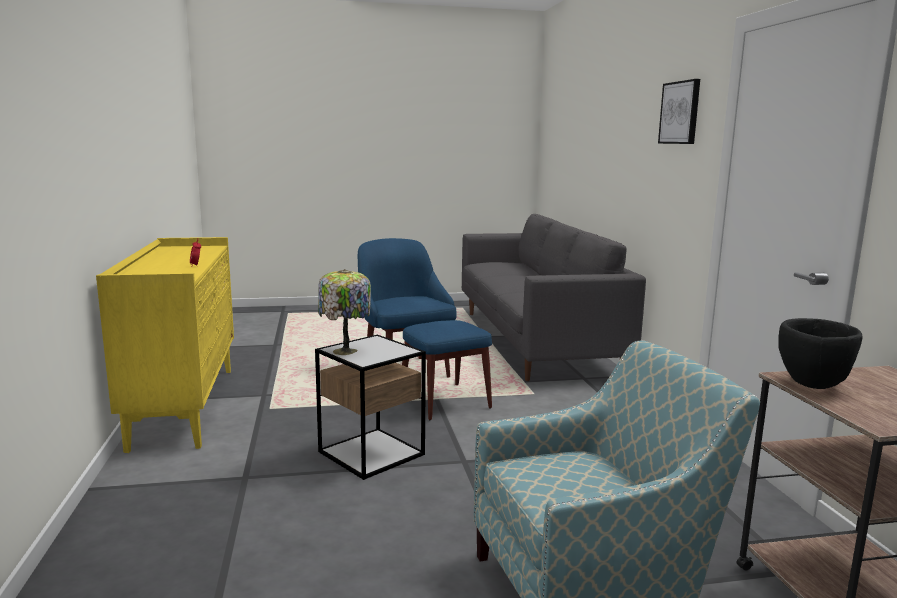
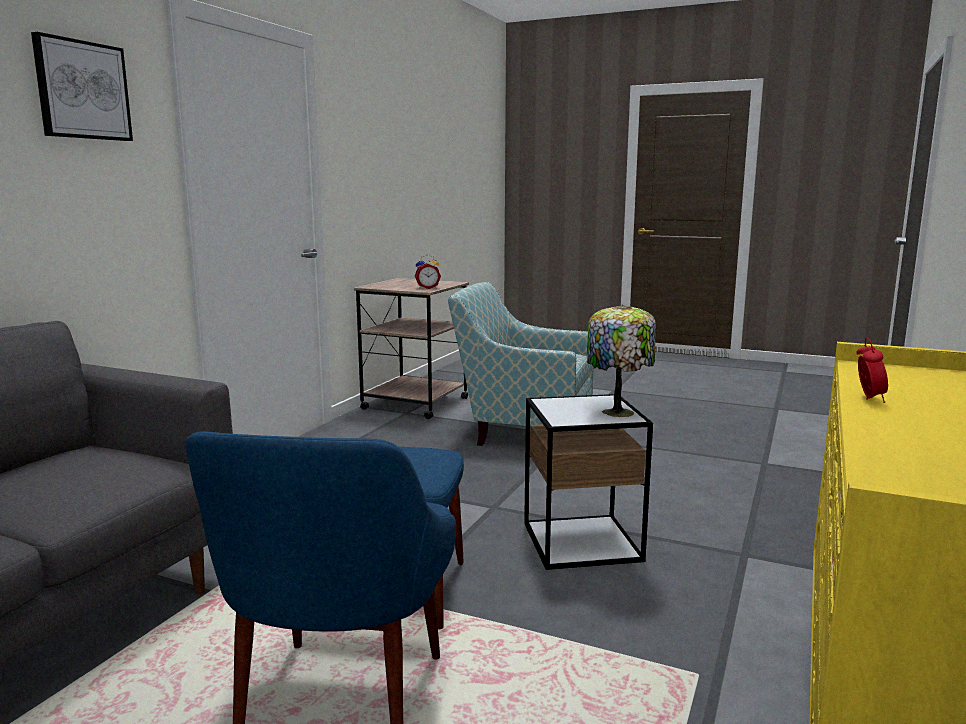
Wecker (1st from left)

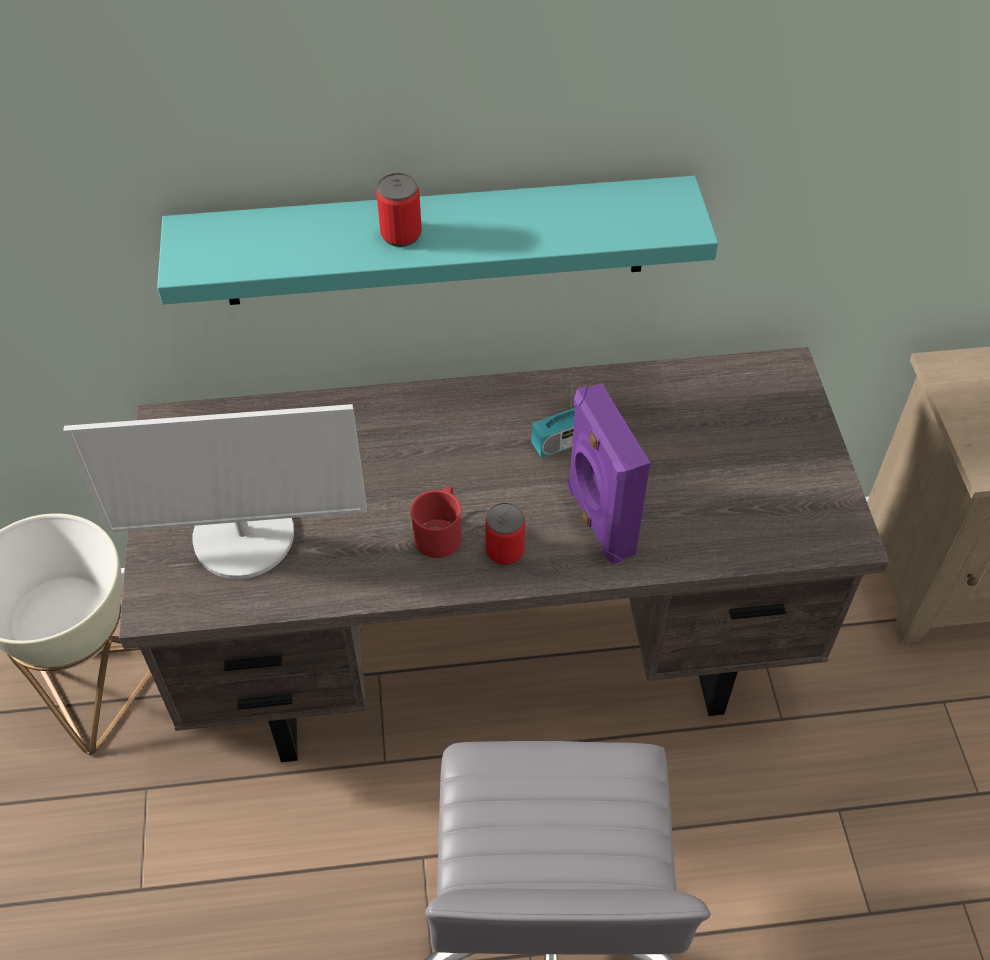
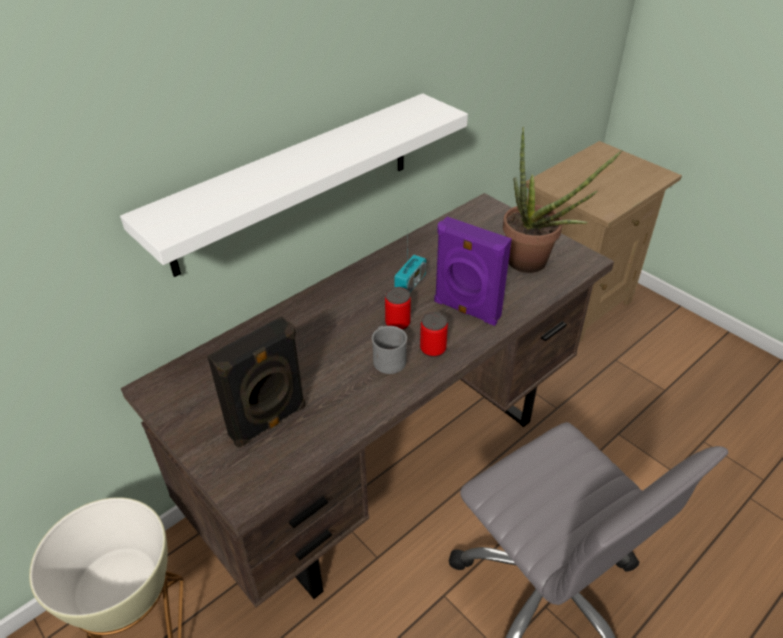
Topfpflanze; Dose (1st from left); Lautsprecher [schwarz]; Wandregal [weiß]; Henkelbecher [grau]

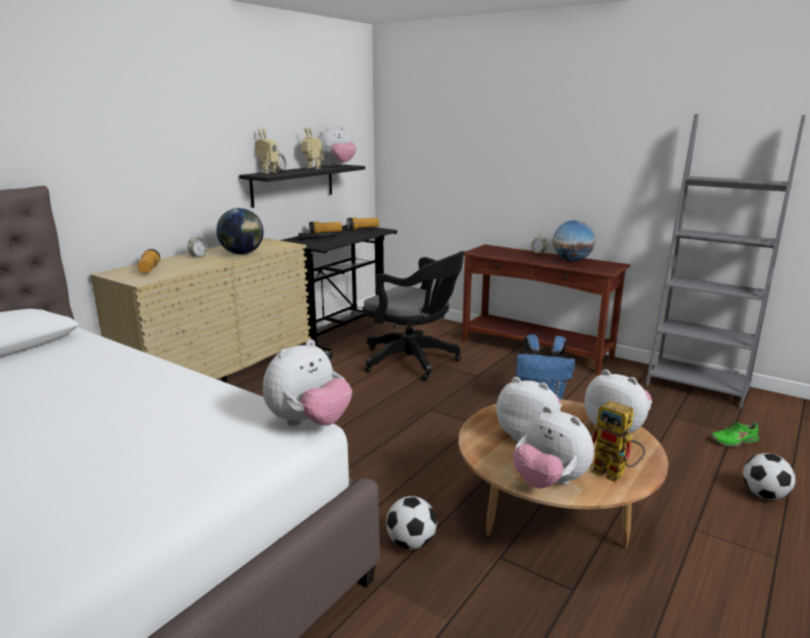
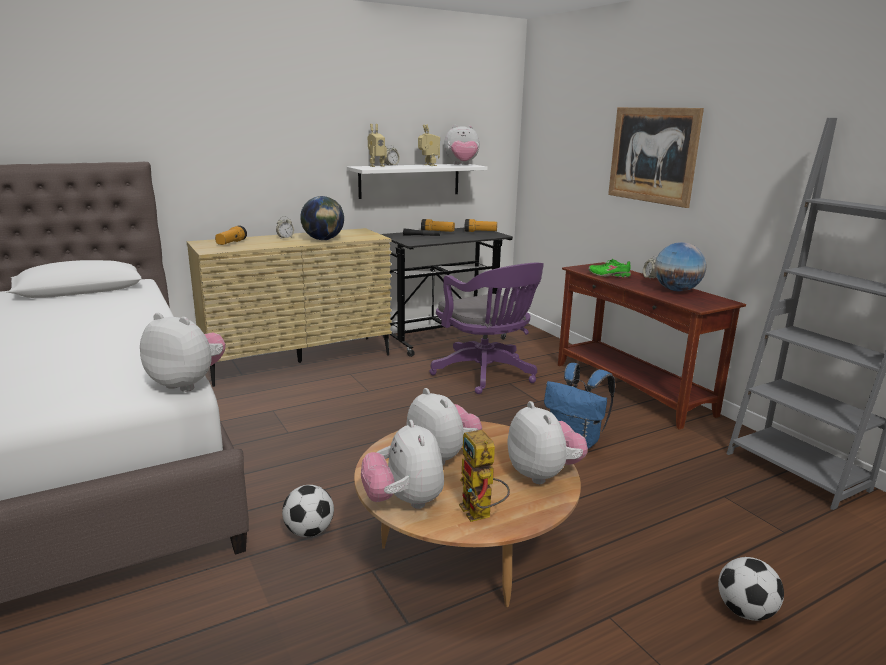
Bild; Schuh [grün]; Wandregal [weiß]; Bürostuhl [lila]; Plüschtier (1st from left)

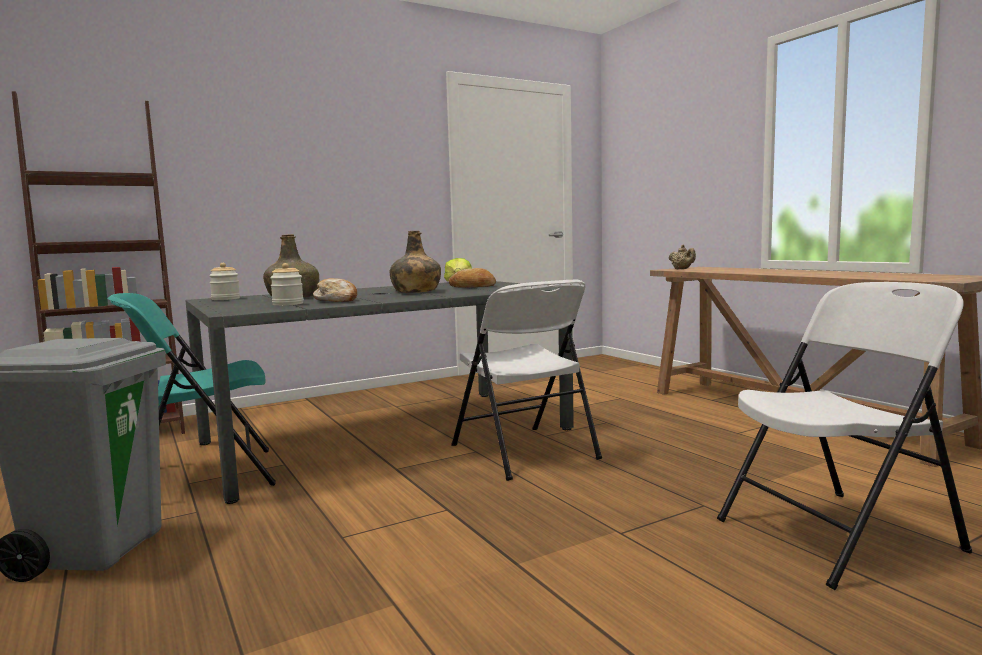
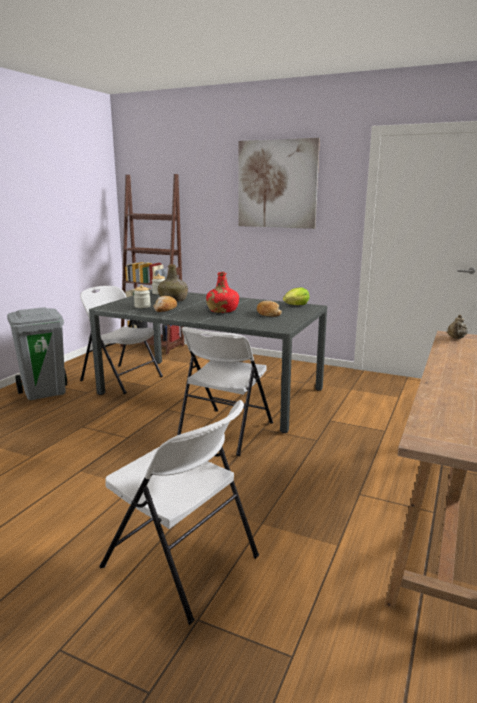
Bild; Stuhl [weiß] (1st from left); Flasche [rot]

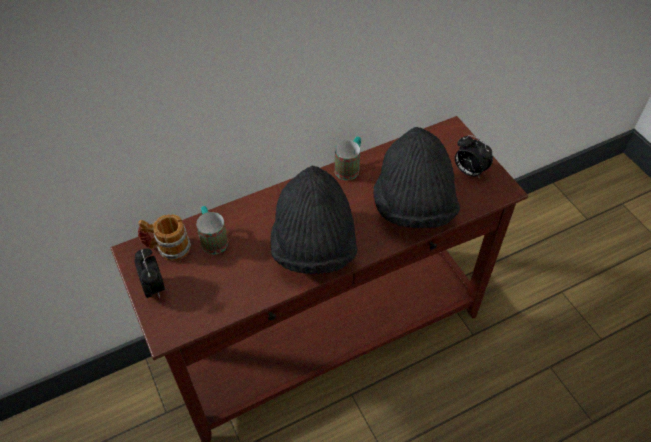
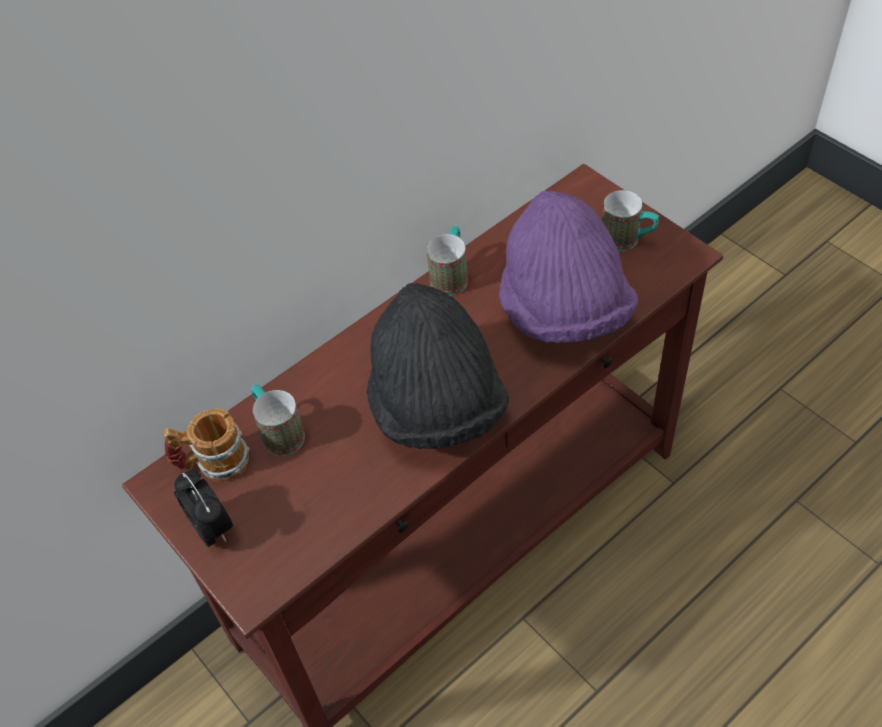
Henkelbecher (4th from left); Hut [lila]

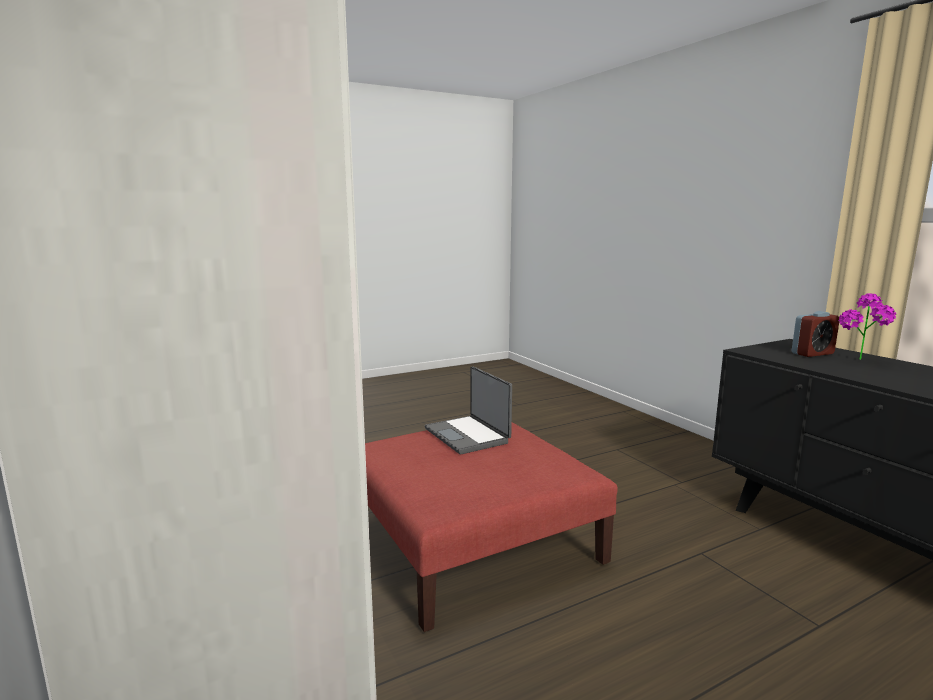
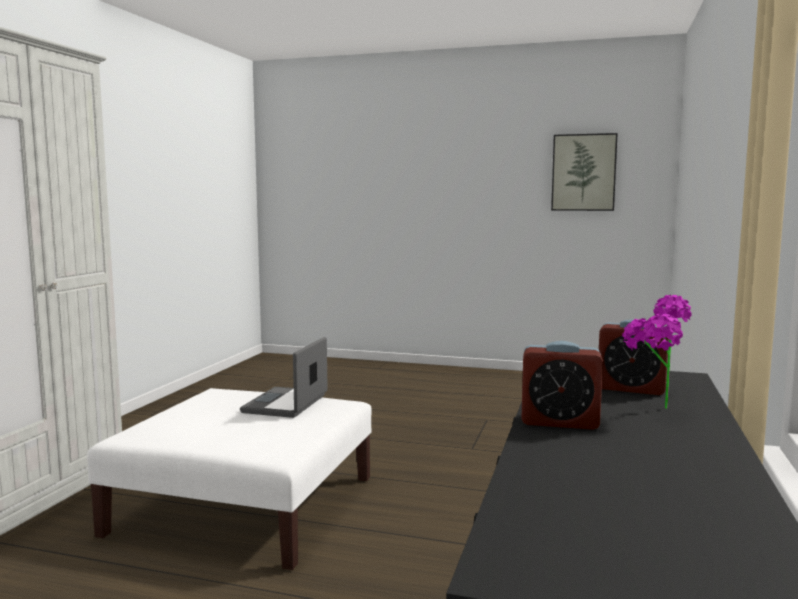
Wecker (1st from left); Bild; Polsterhocker [weiß]

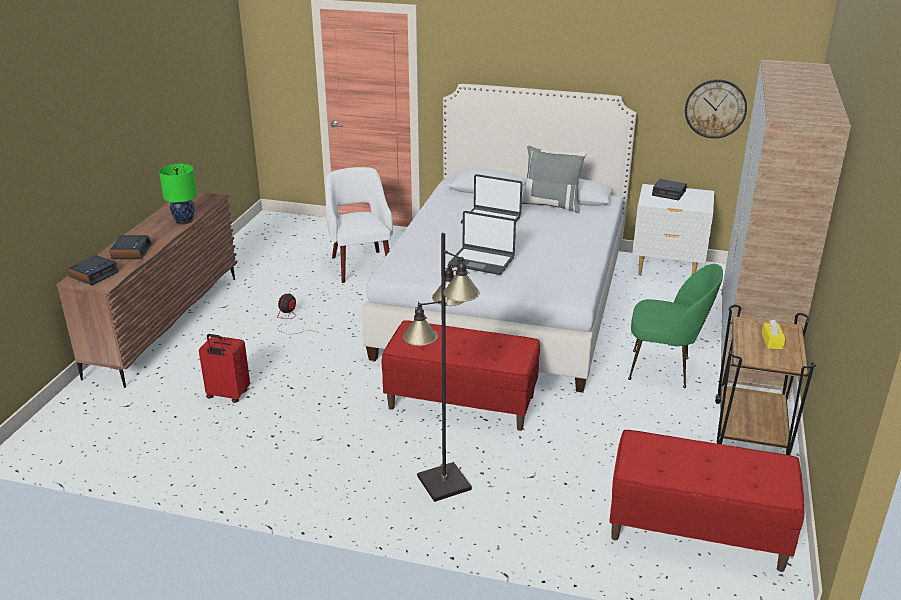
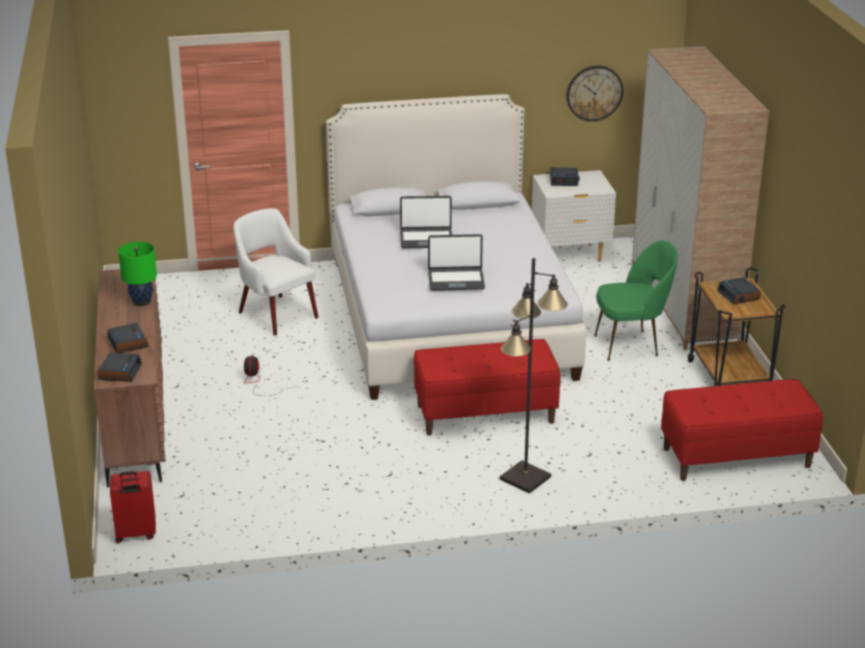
Kissen [grau]; Koffer [rot]; Wecker (4th from left)

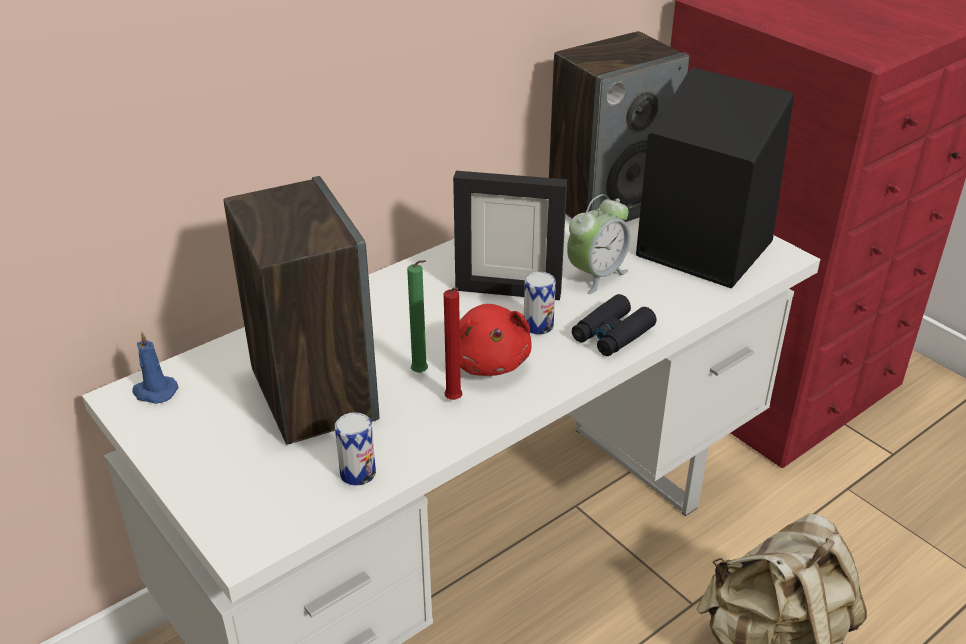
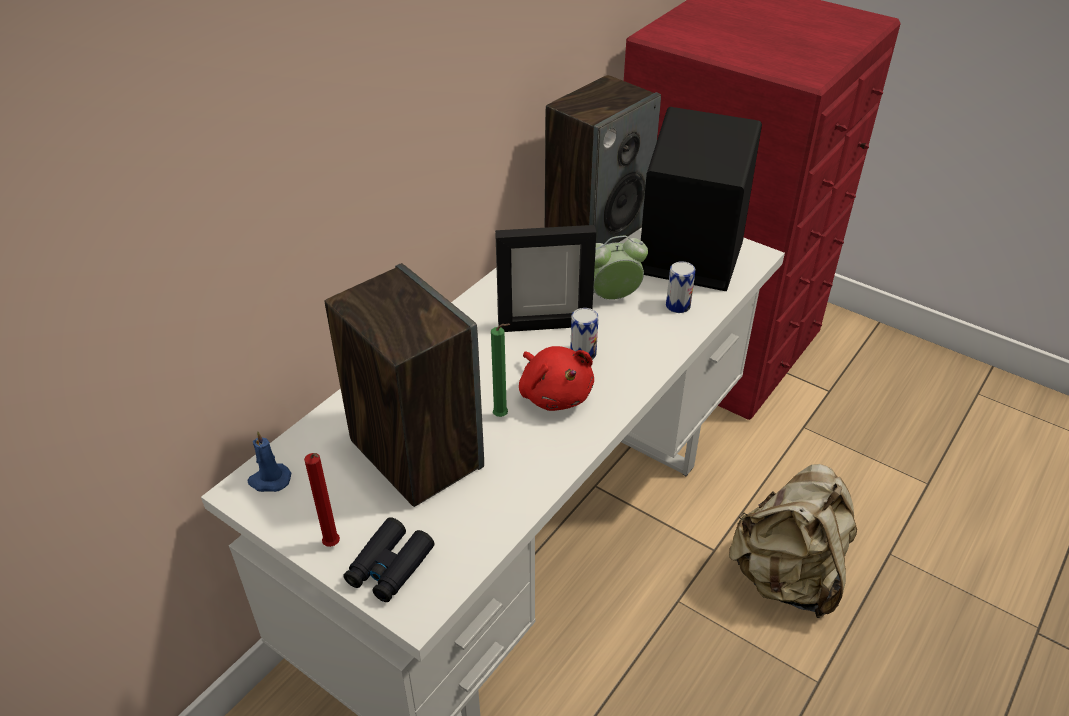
Dose (2nd from left); Kerze [rot]; Fernglas [schwarz]; Wecker

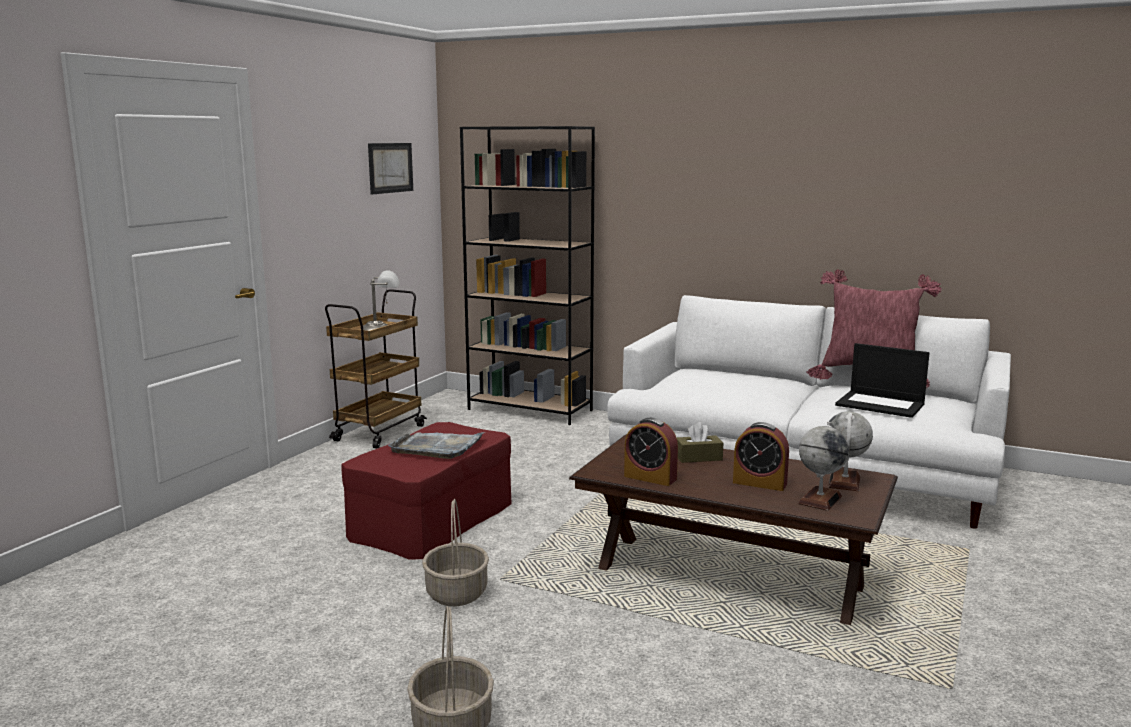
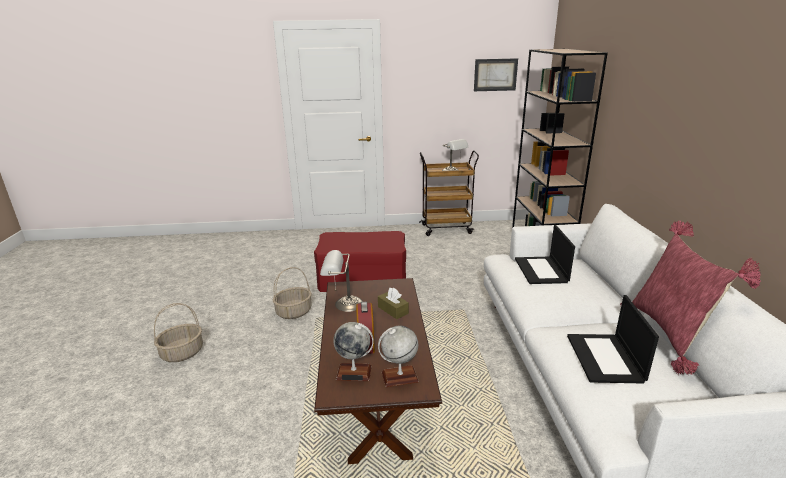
Tablett [grau]; Laptop (1st from left); Tischlampe [weiß] (1st from left)

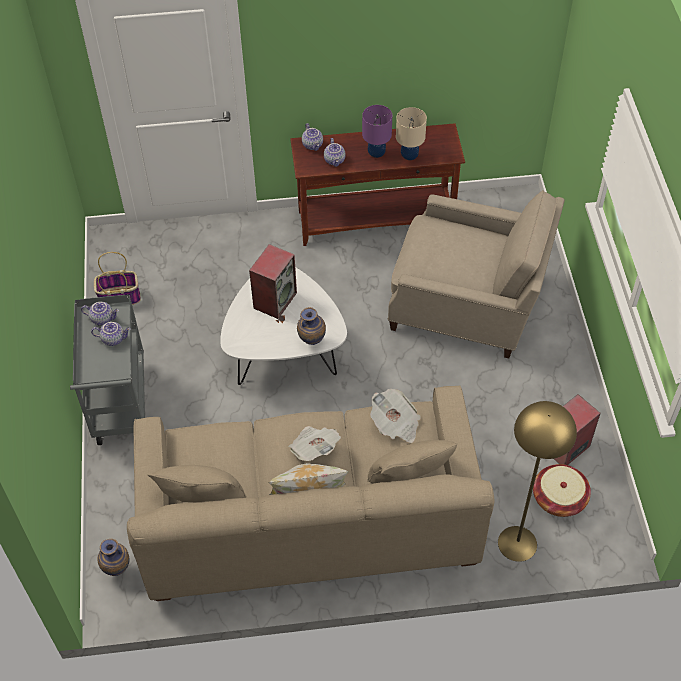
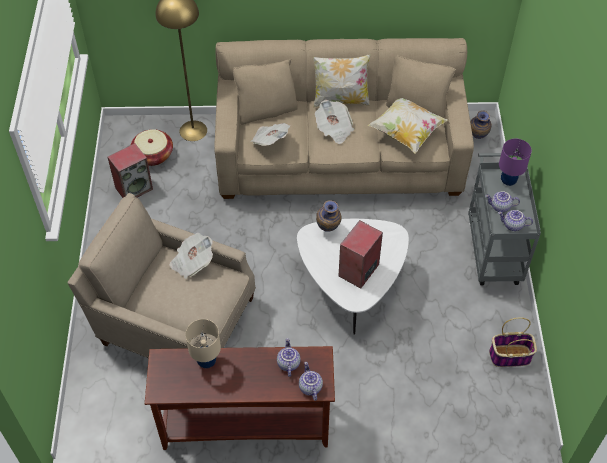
Zeitung (1st from left); Kissen (2nd from left); Tischlampe [lila]

